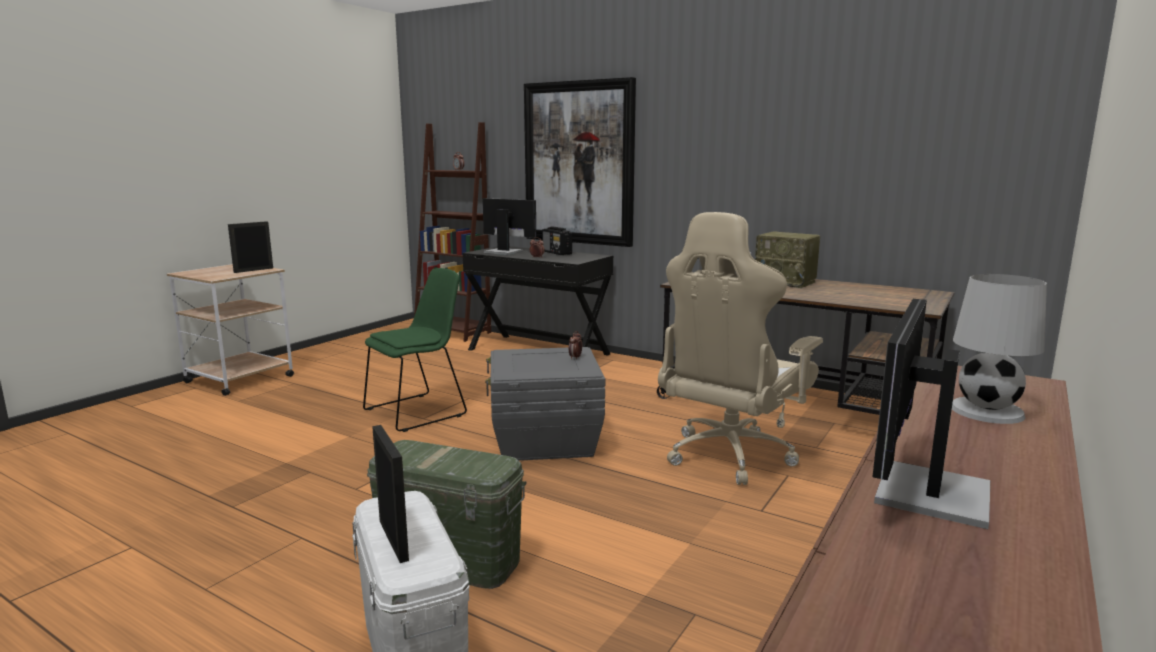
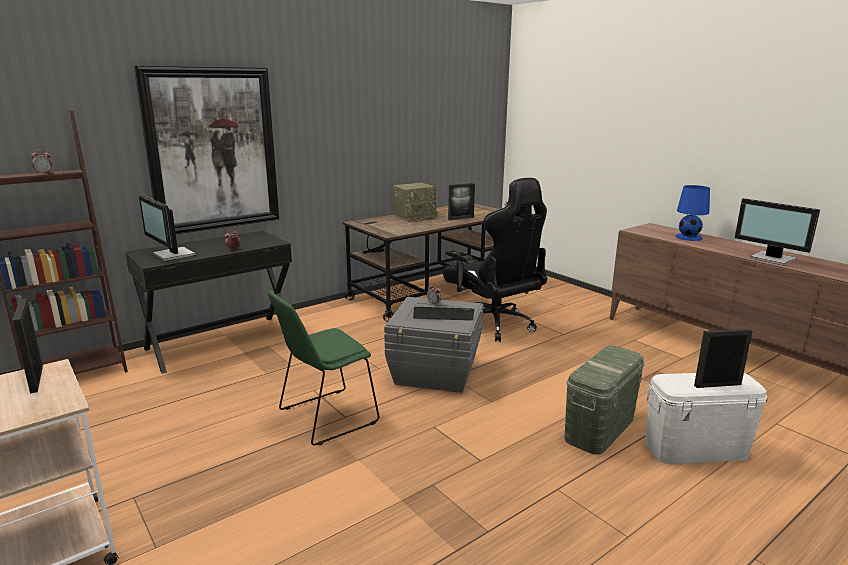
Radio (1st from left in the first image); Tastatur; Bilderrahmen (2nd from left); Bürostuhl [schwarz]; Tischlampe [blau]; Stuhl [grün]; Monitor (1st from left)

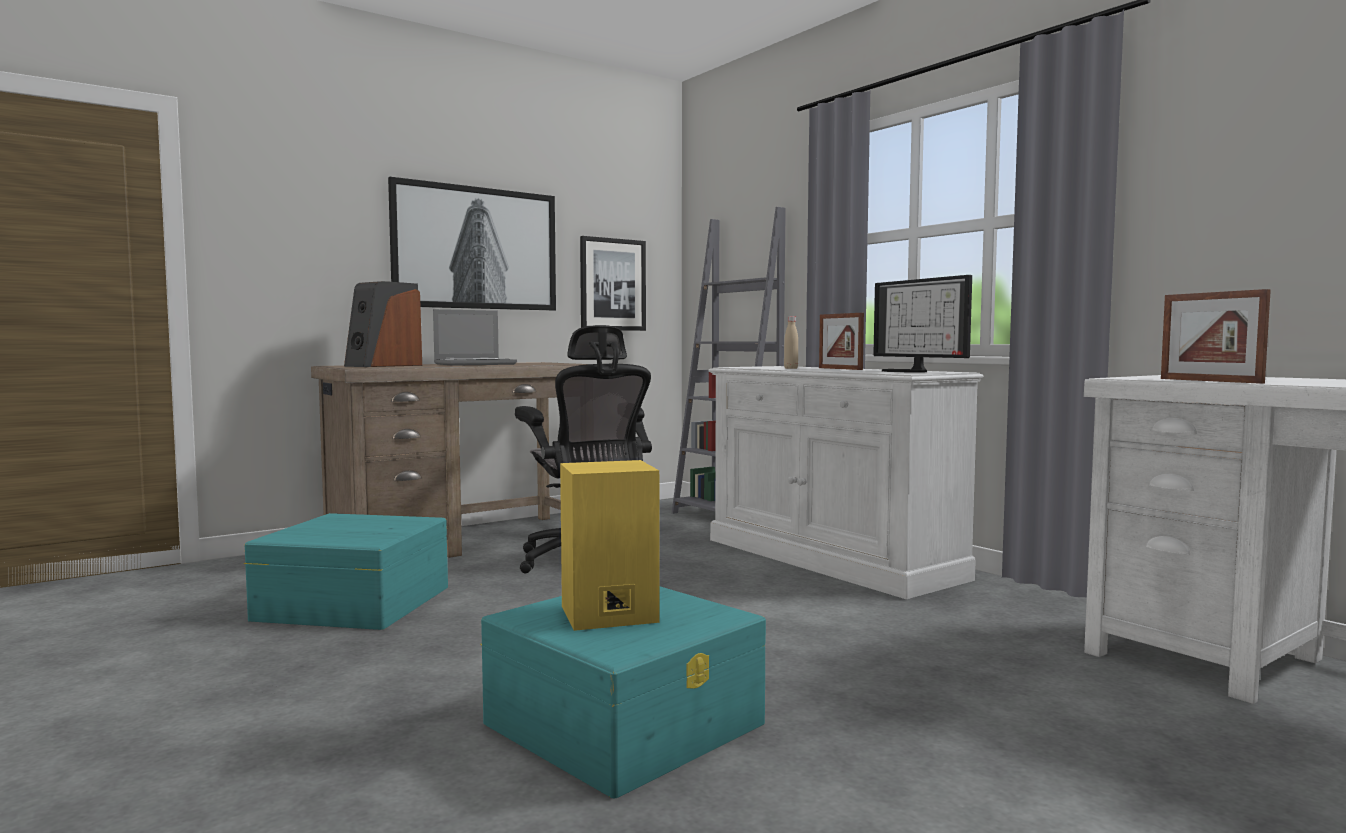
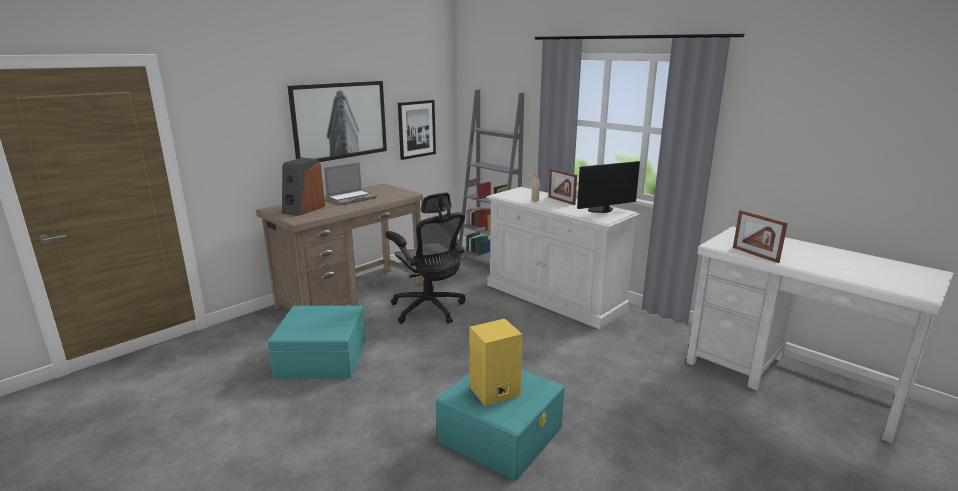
Monitor

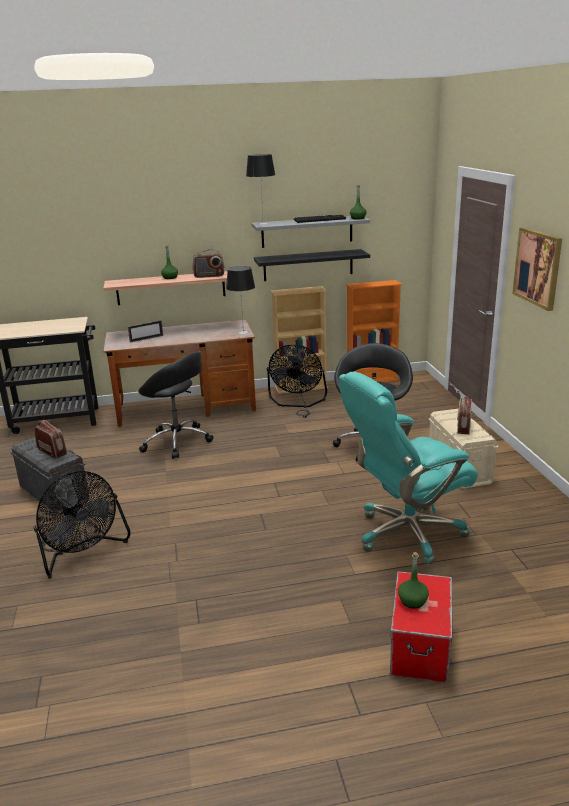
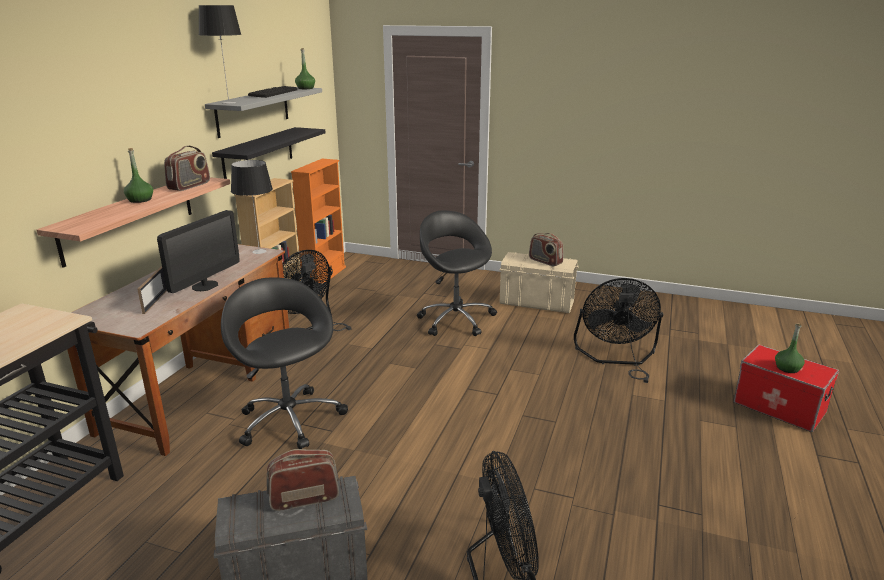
Bild; Monitor; Ventilator [schwarz] (3rd from left); Bürostuhl [schwarz] (1st from left)

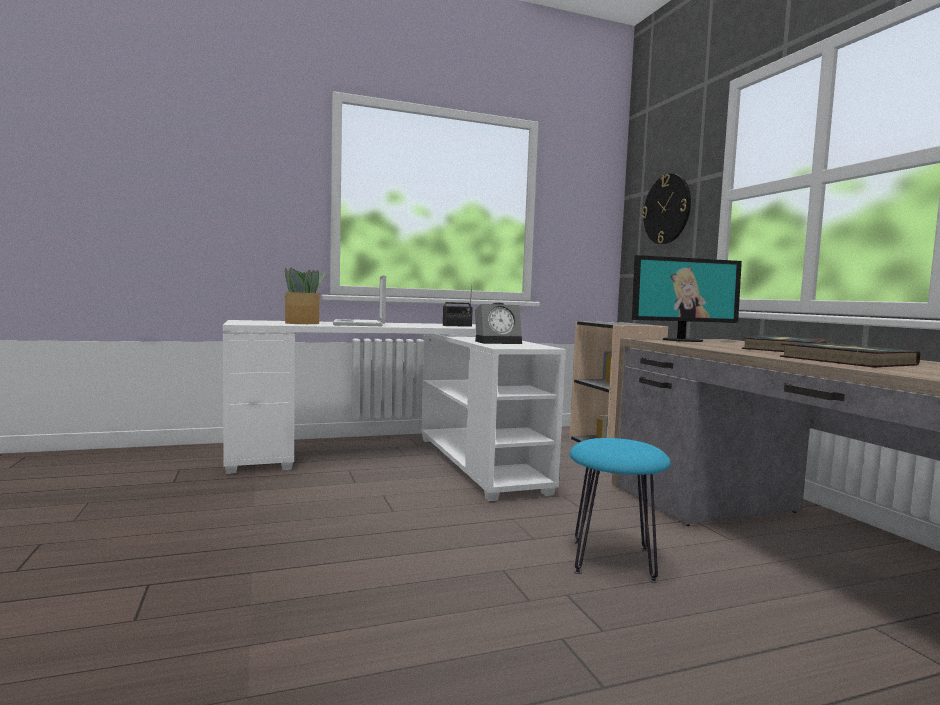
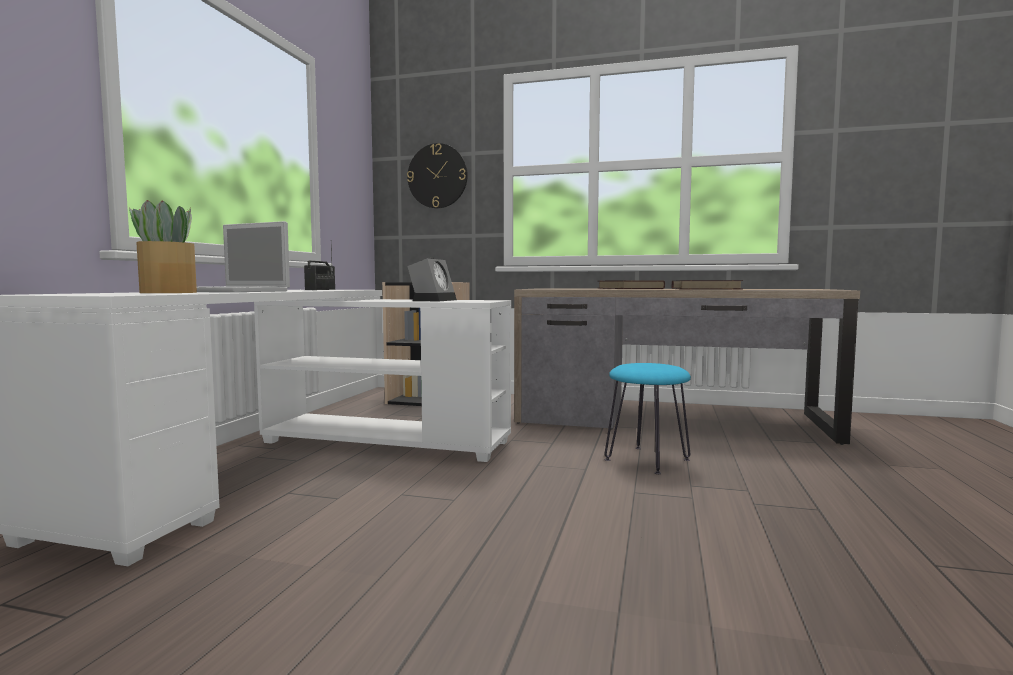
Monitor

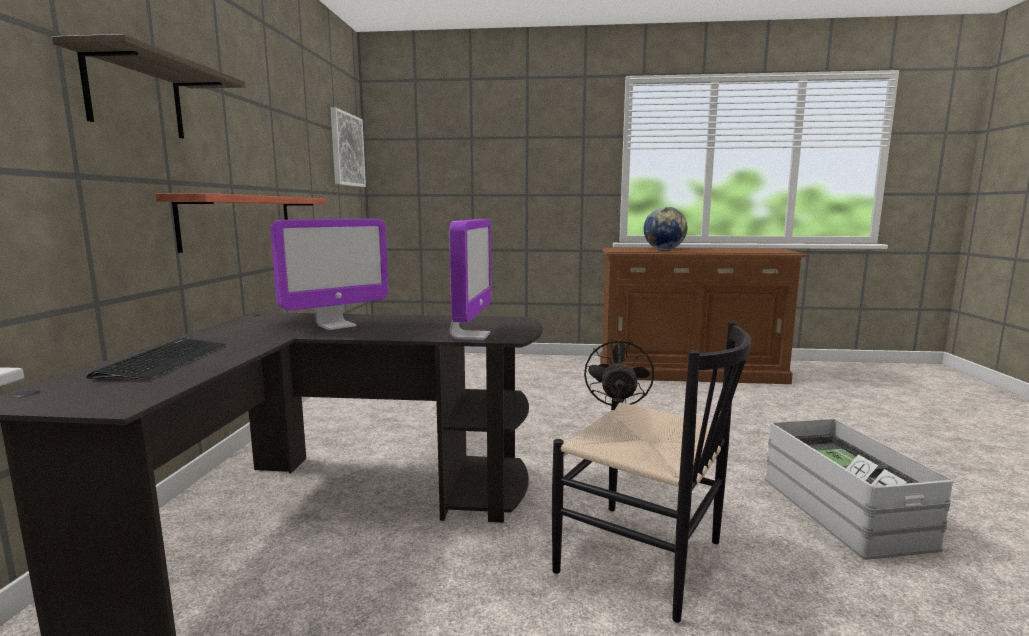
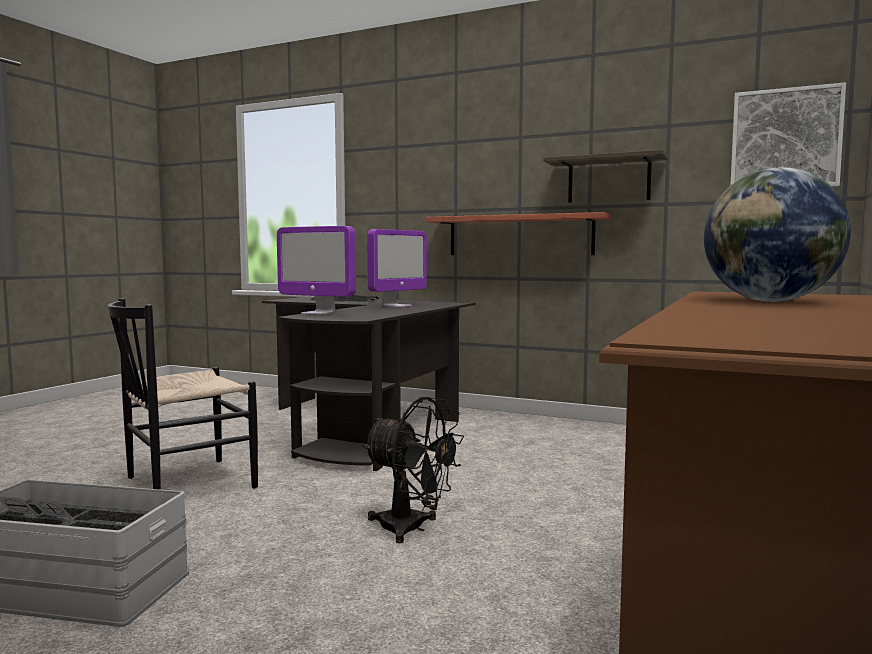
Wandregal (2nd from left); Monitor (2nd from left)

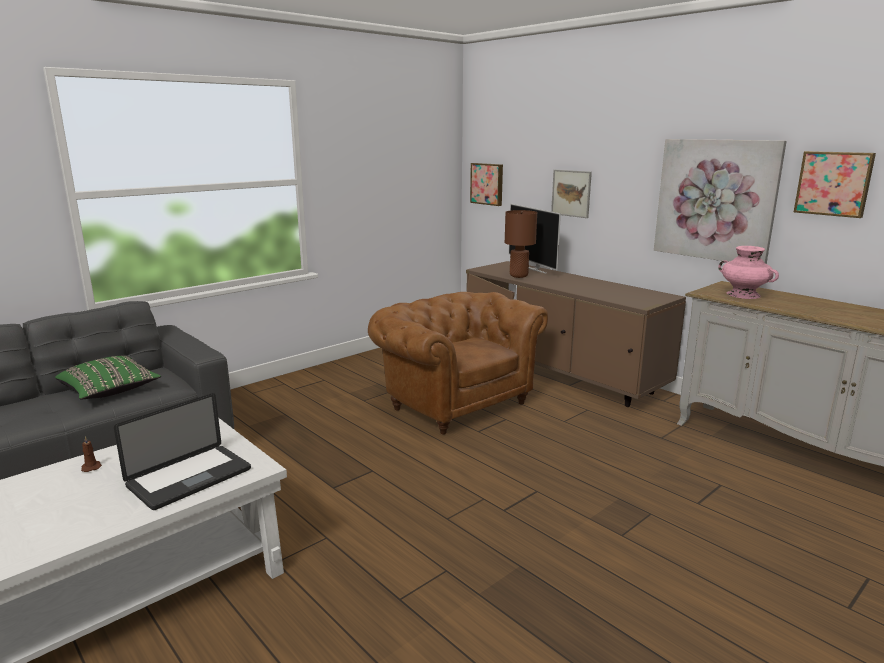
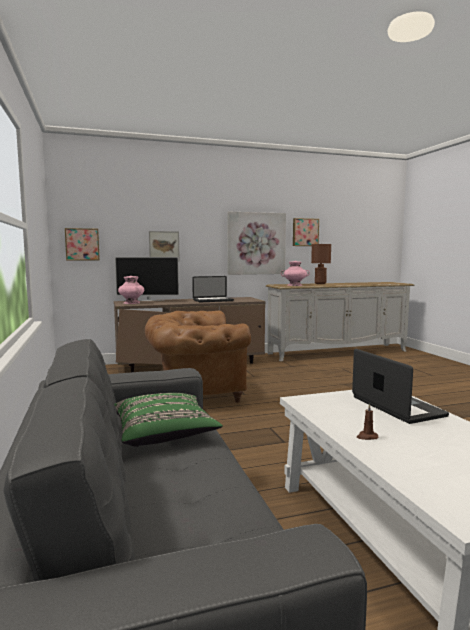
Vase [rosa] (1st from left); Laptop (1st from left); Tischlampe [braun]

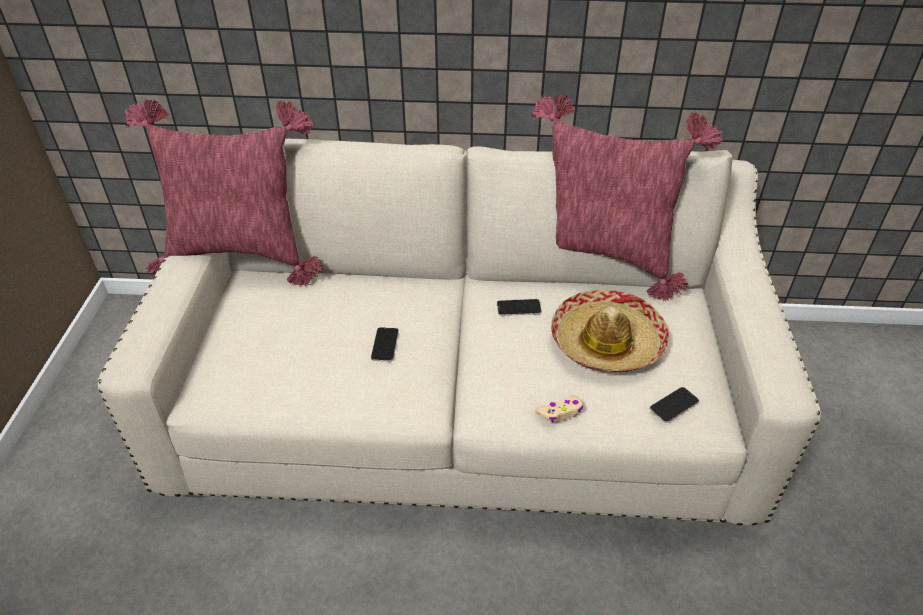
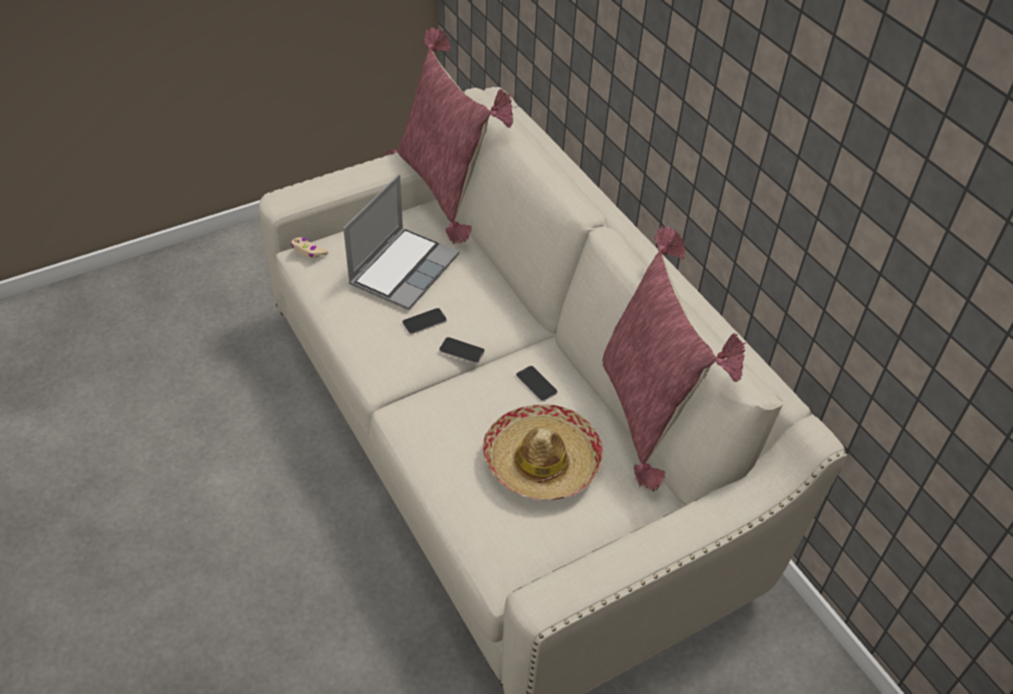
Laptop; Gamepad [beige]; Handy (2nd from left)

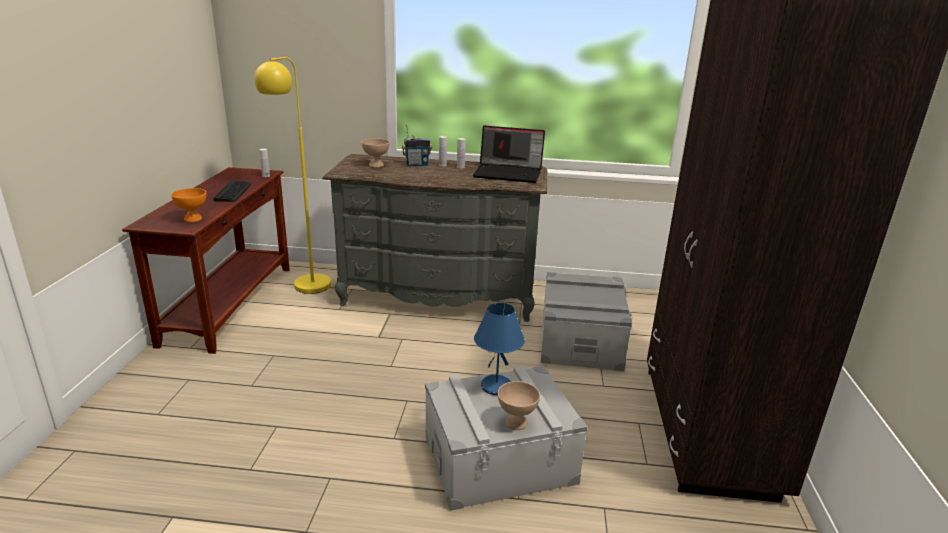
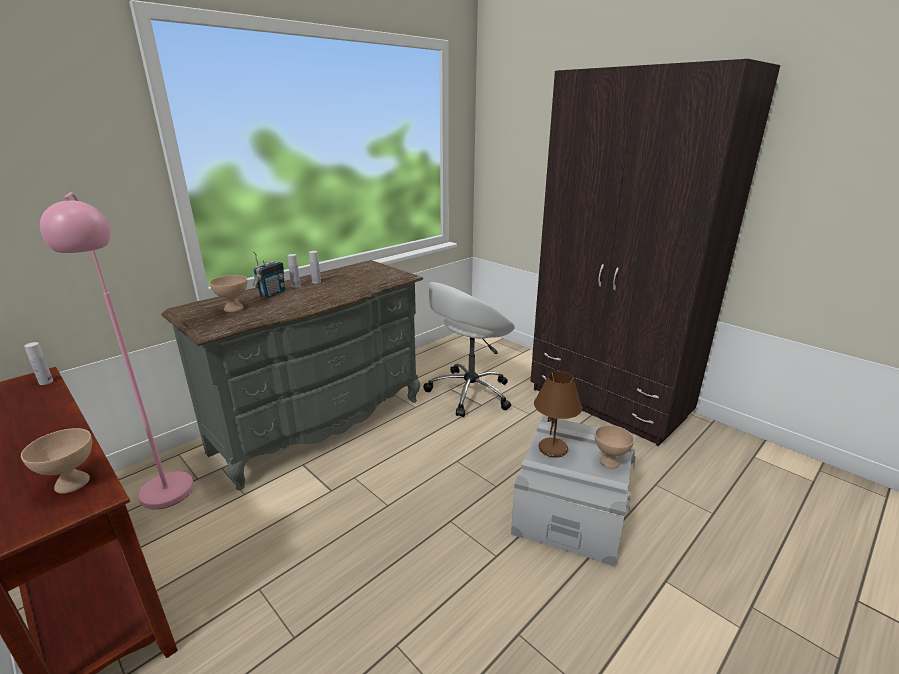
Tastatur; Laptop; Bürostuhl [weiß]; Schüssel [beige] (1st from left); Stehlampe [rosa]; Tischlampe [braun]

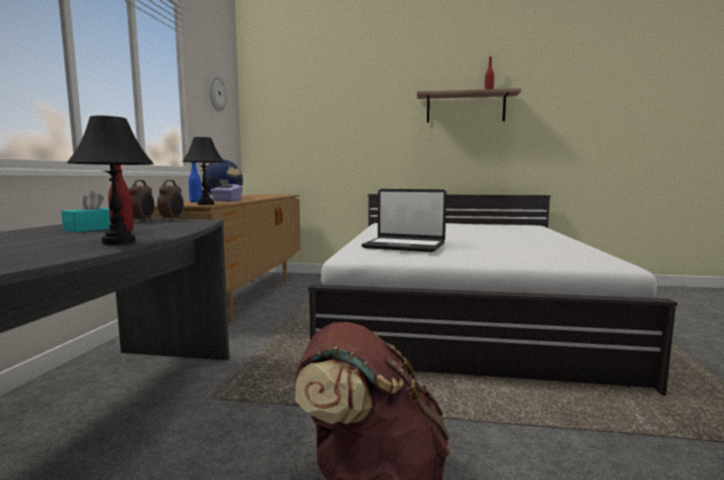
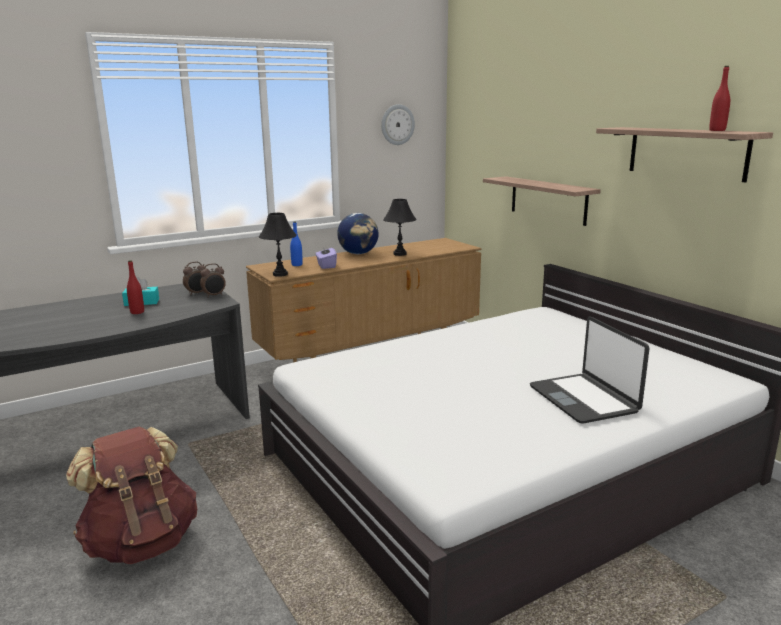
Wandregal (1st from left); Tischlampe [schwarz] (2nd from left); Laptop

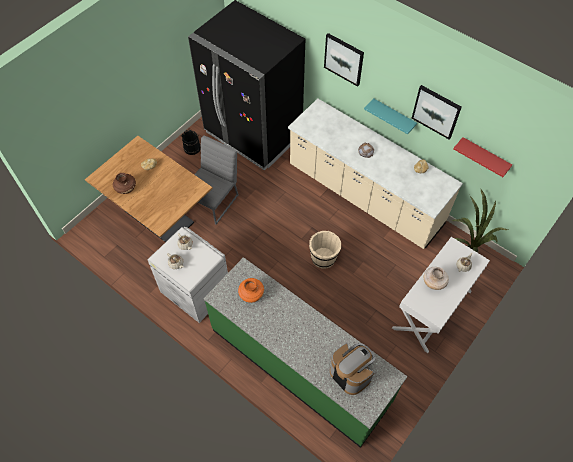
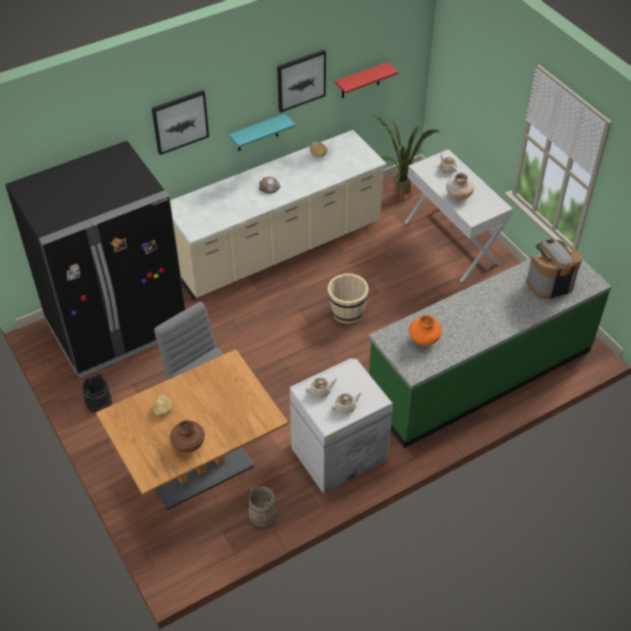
Eimer [beige] (1st from left)

